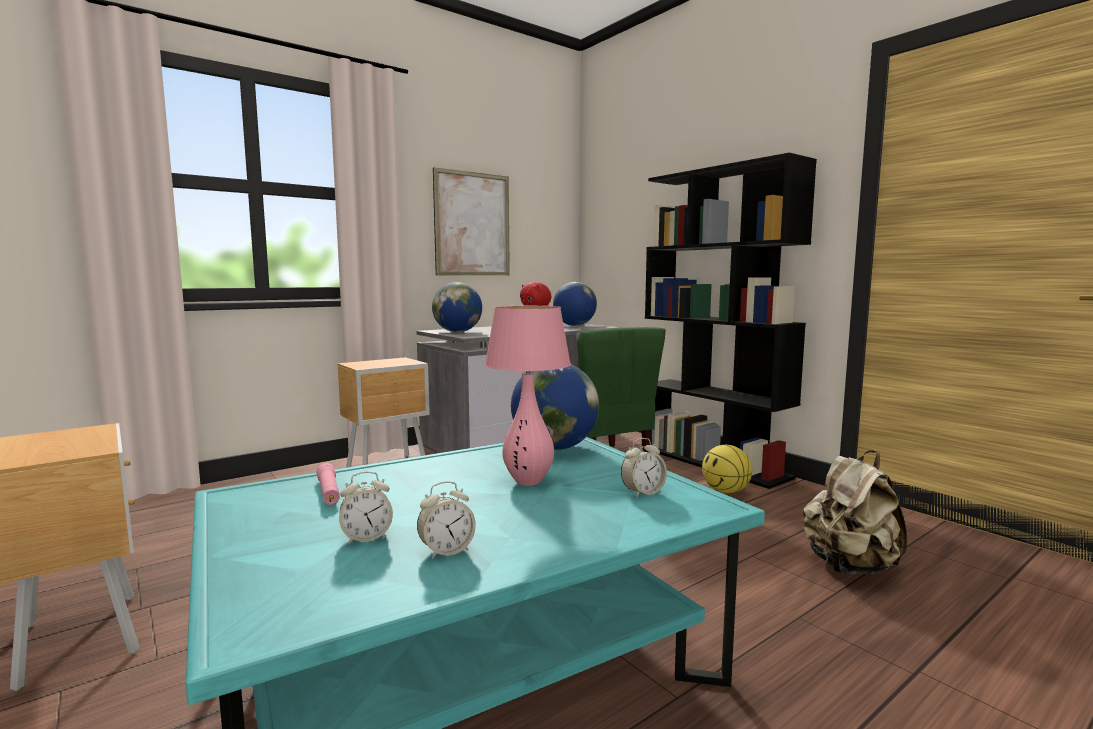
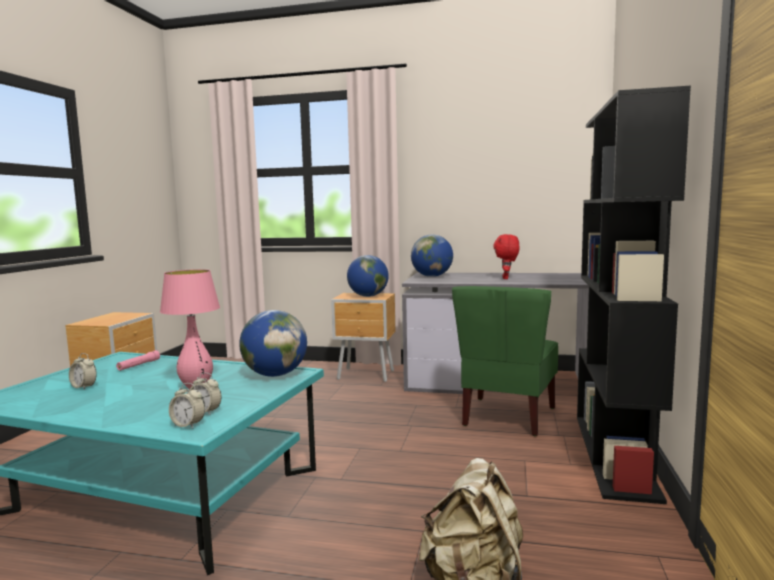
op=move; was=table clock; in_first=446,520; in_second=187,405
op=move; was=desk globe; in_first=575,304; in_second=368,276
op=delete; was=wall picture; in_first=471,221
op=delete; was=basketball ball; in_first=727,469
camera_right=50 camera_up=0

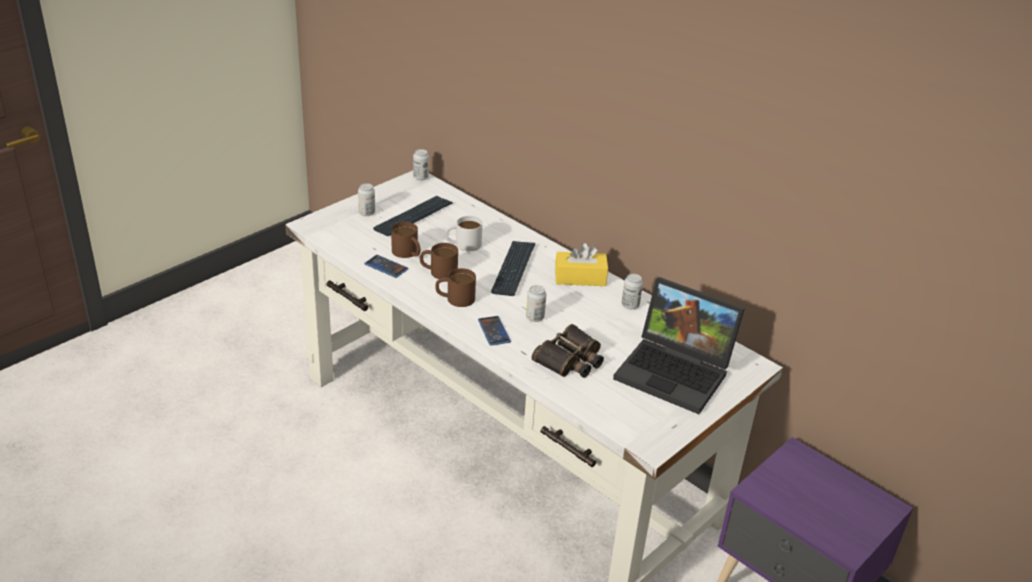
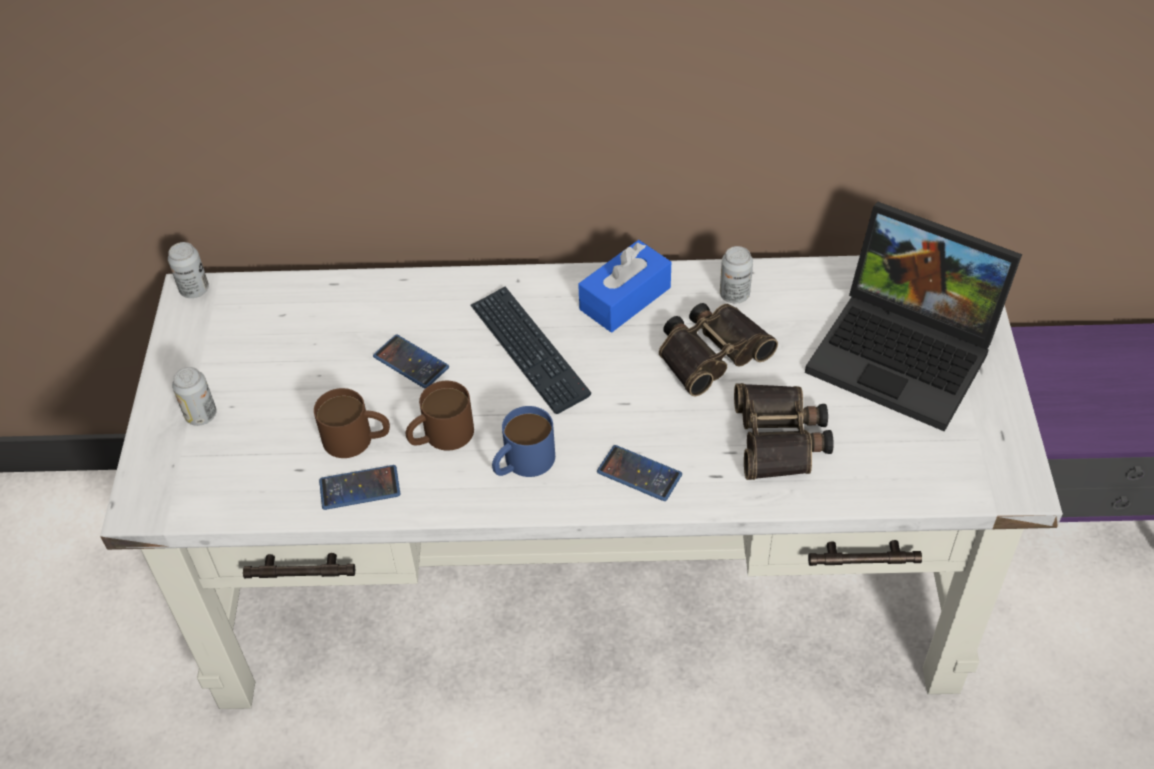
op=replace; was=white-coloured tea mug; now=telephone; in_first=464,233; in_second=411,362
op=recolor; was=brownish tea mug; now=blue tea mug; in_first=455,287; in_second=523,441
op=recolor; was=yellow-coloured tissue holder; now=blue tissue holder; in_first=581,264; in_second=624,286
op=insert; now=pair of binoculars; in_second=718,350
op=rotate; was=portable computer; in_first=679,345; in_second=913,317; clockwise=45
op=delete; was=keyboard; in_first=413,216
op=delete; was=sealed can; in_first=536,303
camera_right=-40 camera_up=15

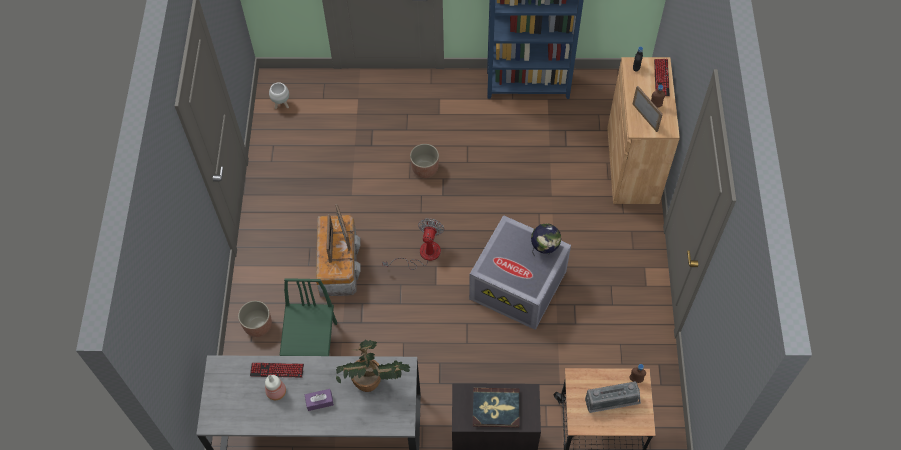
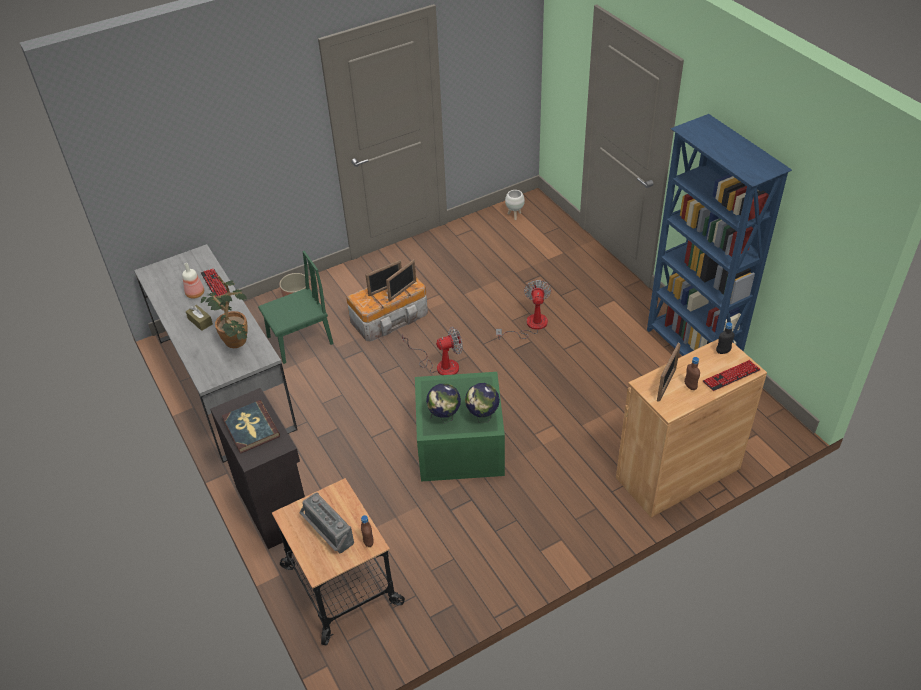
op=recolor; was=purplish tissue holder; now=brownish tissue holder; in_first=319,400; in_second=199,318
op=recolor; was=gray storage bin; now=green storage bin; in_first=520,272; in_second=460,427
op=insert; now=desk globe; in_second=443,404
op=replace; was=flower pot; now=fan; in_first=424,161; in_second=524,310
camera_right=60 camera_up=-15

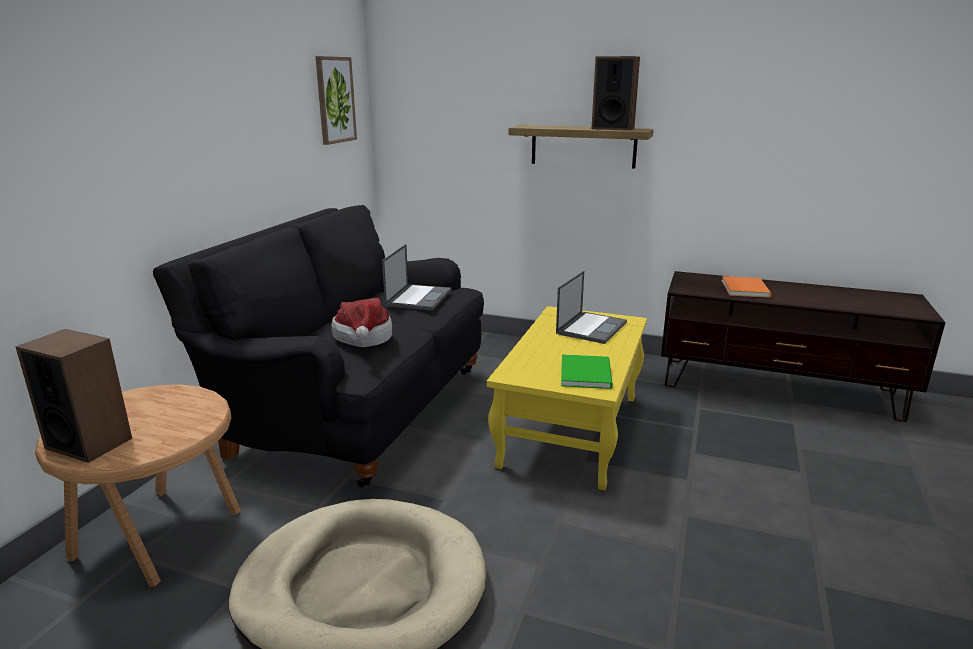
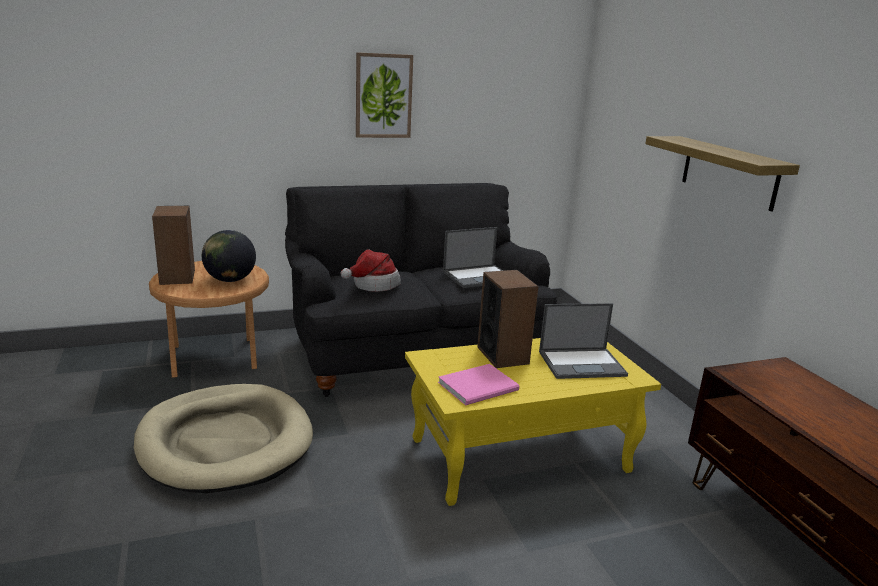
op=insert; now=desk globe; in_second=229,256
op=move; was=wall picture; in_first=336,100; in_second=384,95
op=recolor; was=green volume; now=pink volume; in_first=587,371; in_second=479,384
op=move; was=speaker; in_first=615,93; in_second=508,319
op=delete; was=orangey volume; in_first=747,287
camera_right=50 camera_up=0

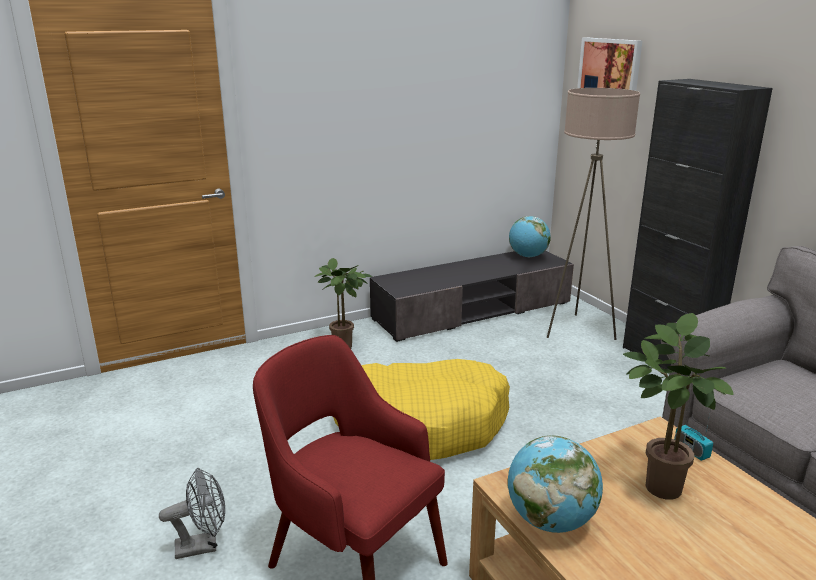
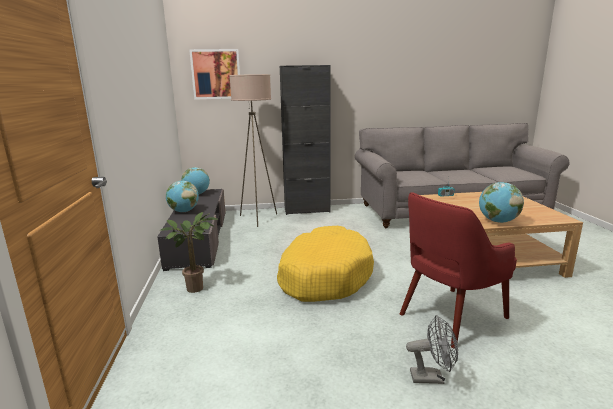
op=insert; now=desk globe; in_second=182,196
op=rotate; was=gray fan; in_first=192,513; in_second=432,349; clockwise=90
op=delete; was=plant in a pot; in_first=678,406
camera_right=-70 camera_up=-5

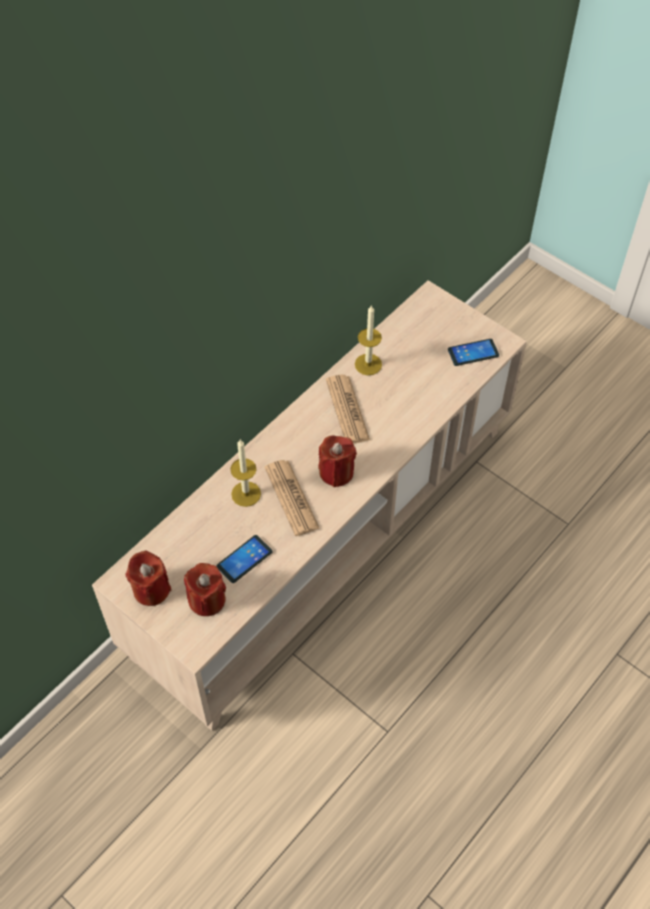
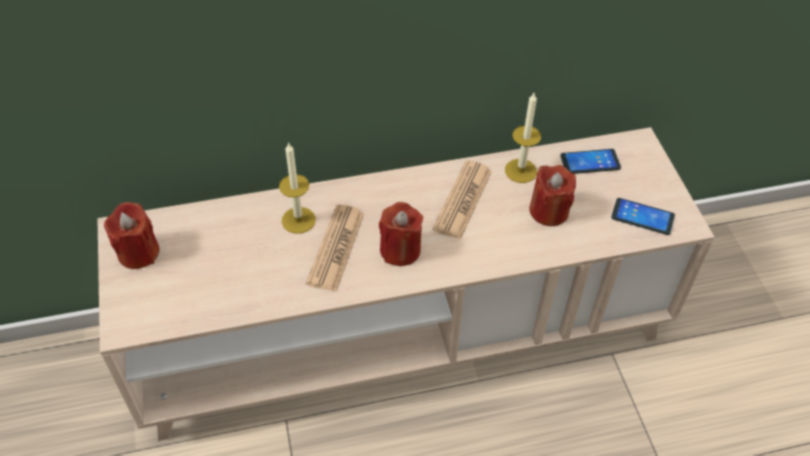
op=move; was=reddish wax light; in_first=205,589; in_second=552,195
op=move; was=telephone; in_first=244,559; in_second=590,161
camera_right=35 camera_up=-5

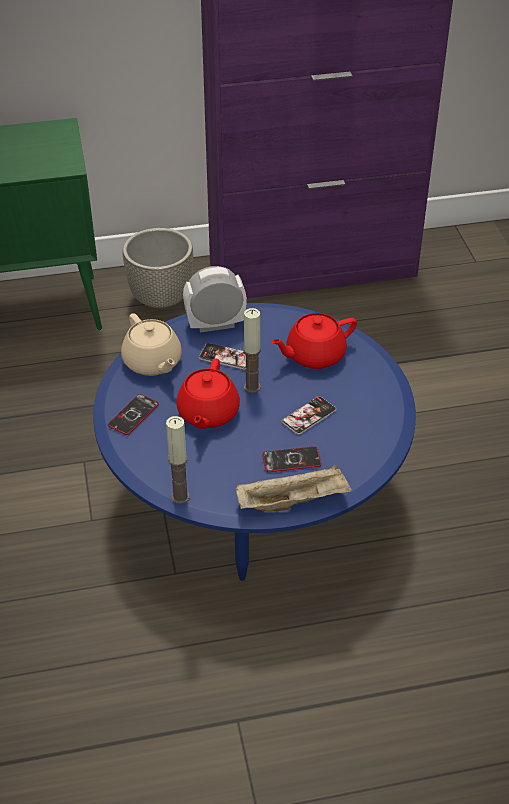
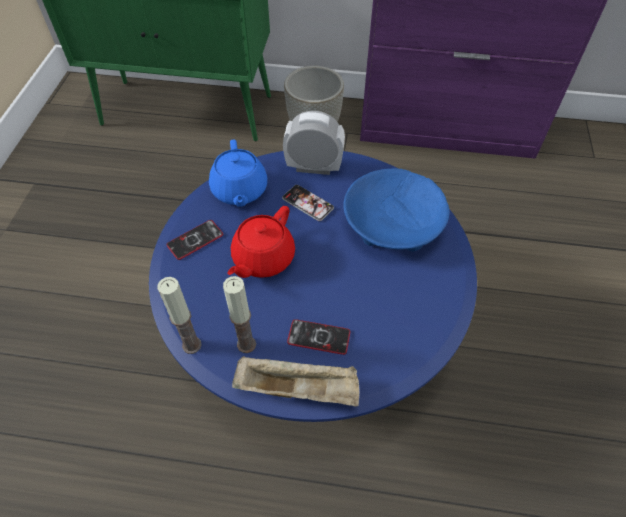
op=recolor; was=beige-coloured pot for tea; now=blue pot for tea; in_first=151,344; in_second=238,173
op=move; was=wax light; in_first=252,350; in_second=239,314
op=replace; was=reddish pot for tea; now=blue bowl; in_first=314,341; in_second=396,210
op=delete; was=telephone; in_first=309,416
camera_right=20 camera_up=10

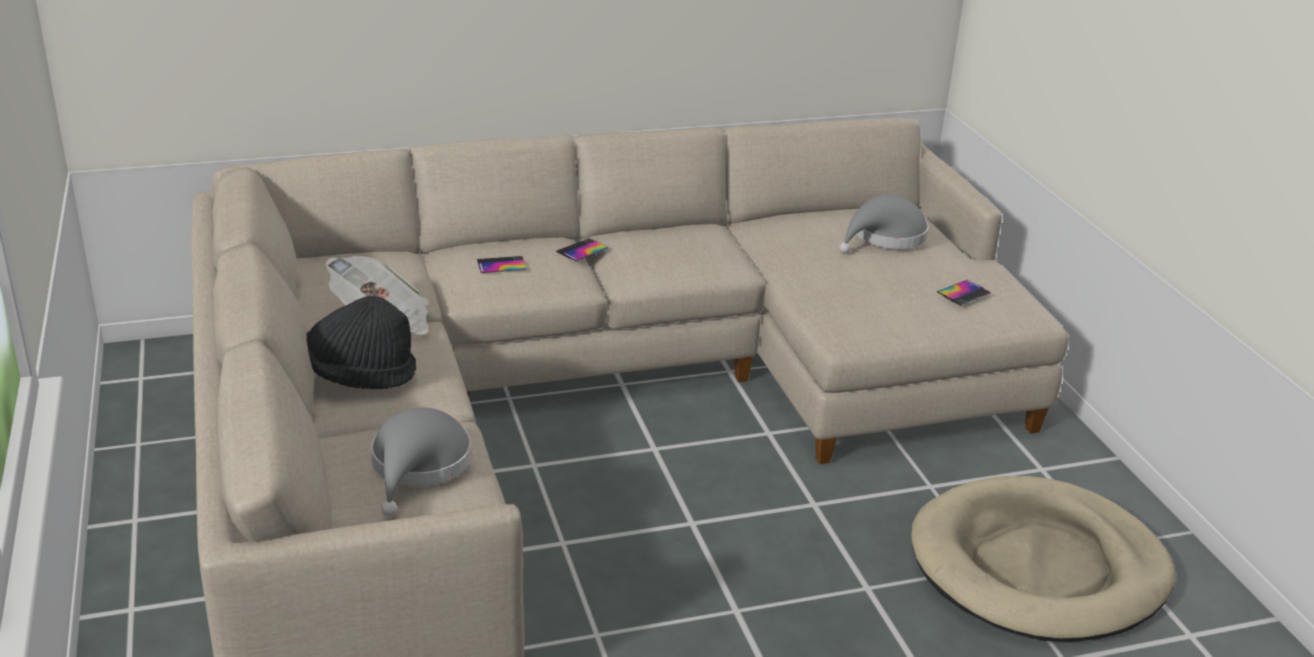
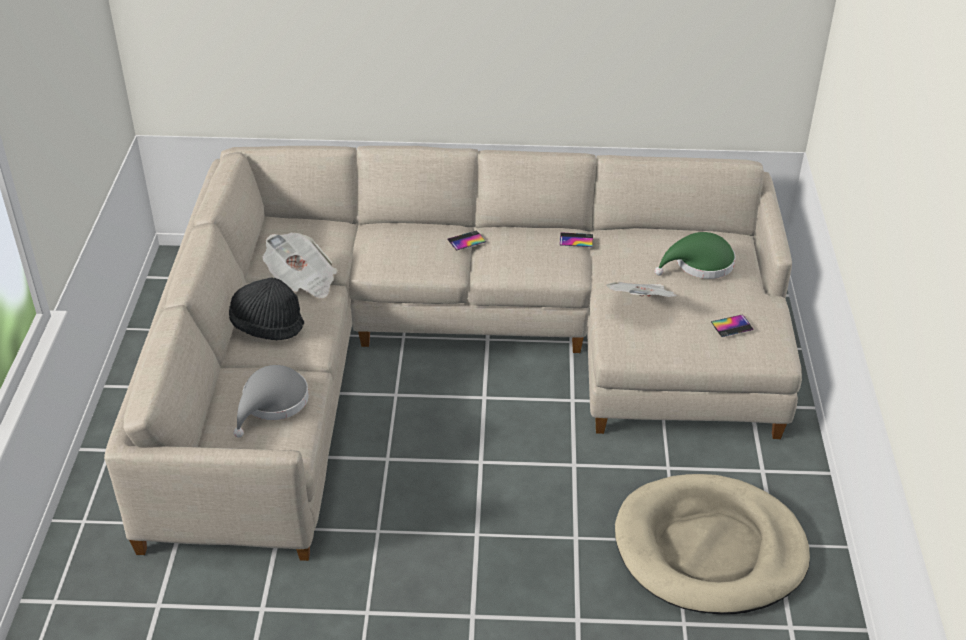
op=move; was=telephone; in_first=502,264; in_second=576,239
op=insert; now=daily paper; in_second=642,289
op=recolor; was=gray hat; now=green hat; in_first=884,224; in_second=695,255
camera_right=20 camera_up=10

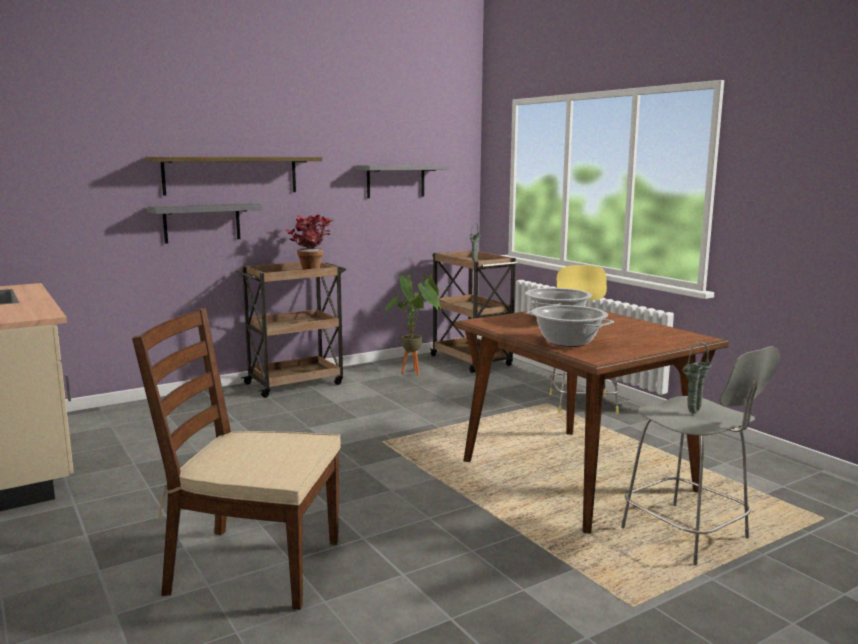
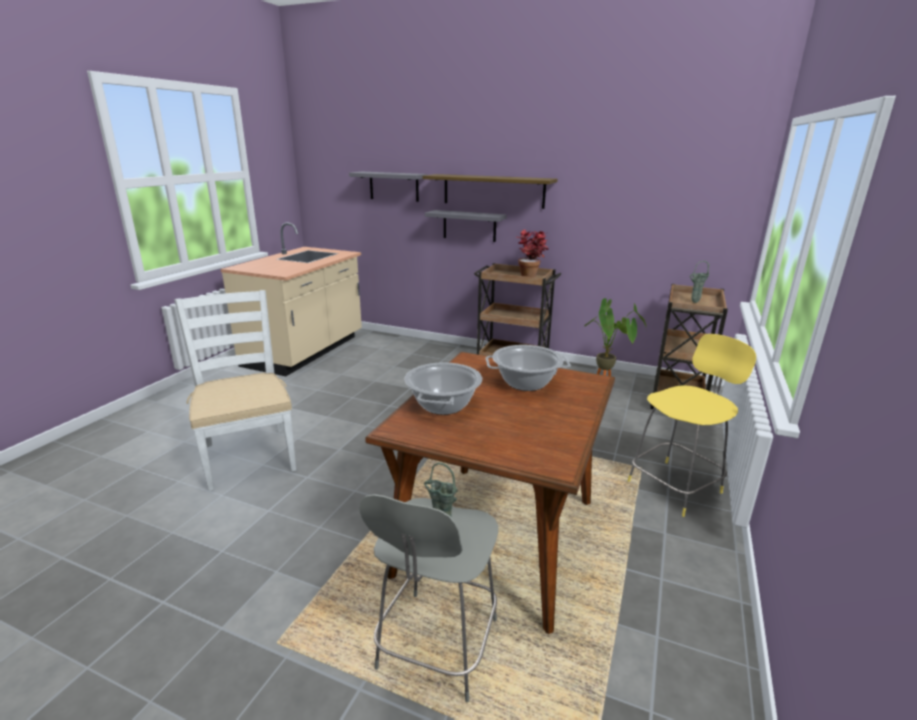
op=recolor; was=brownish upright chair; now=white-coloured upright chair; in_first=236,459; in_second=235,390
op=move; was=gray shelf; in_first=402,181; in_second=388,187
camera_right=55 camera_up=10

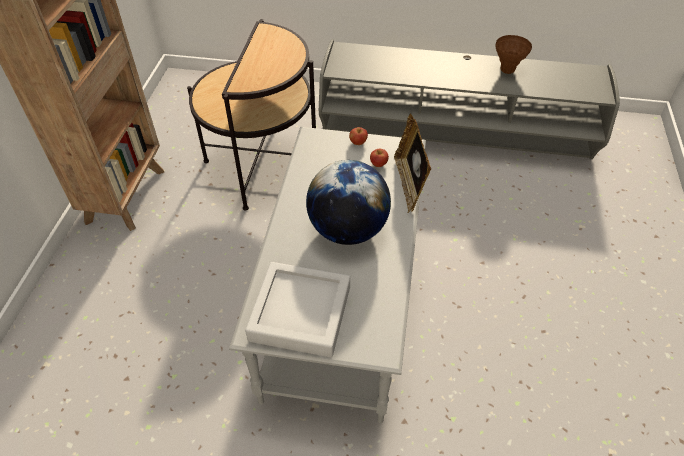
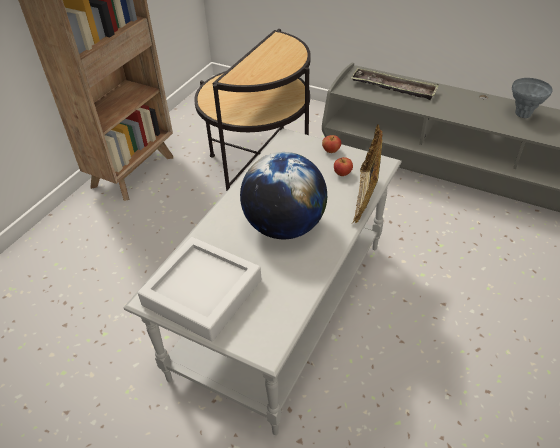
op=insert; now=tray; in_second=395,84
op=recolor; was=brownish vase; now=gray vase; in_first=513,54; in_second=532,98
camera_right=20 camera_up=-5

